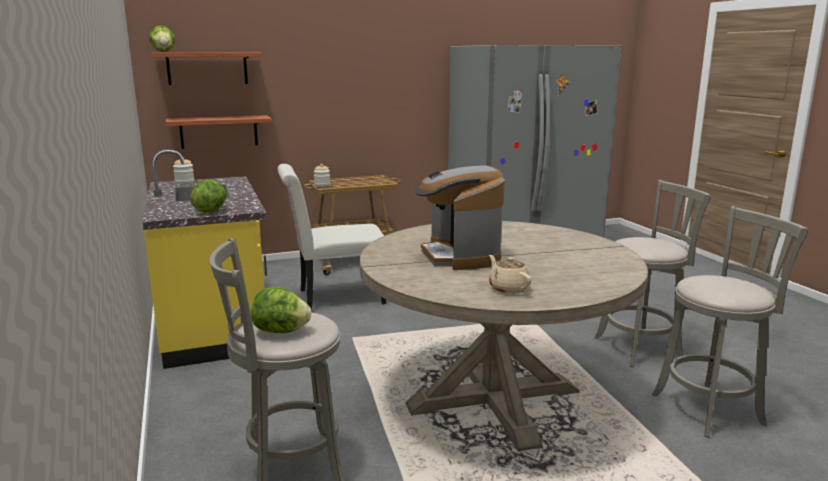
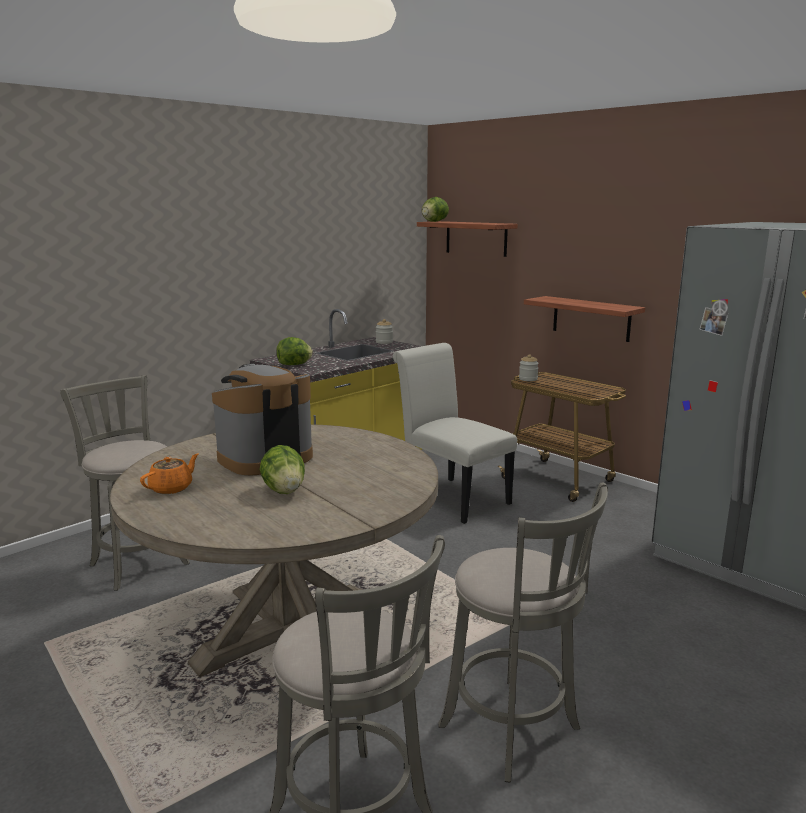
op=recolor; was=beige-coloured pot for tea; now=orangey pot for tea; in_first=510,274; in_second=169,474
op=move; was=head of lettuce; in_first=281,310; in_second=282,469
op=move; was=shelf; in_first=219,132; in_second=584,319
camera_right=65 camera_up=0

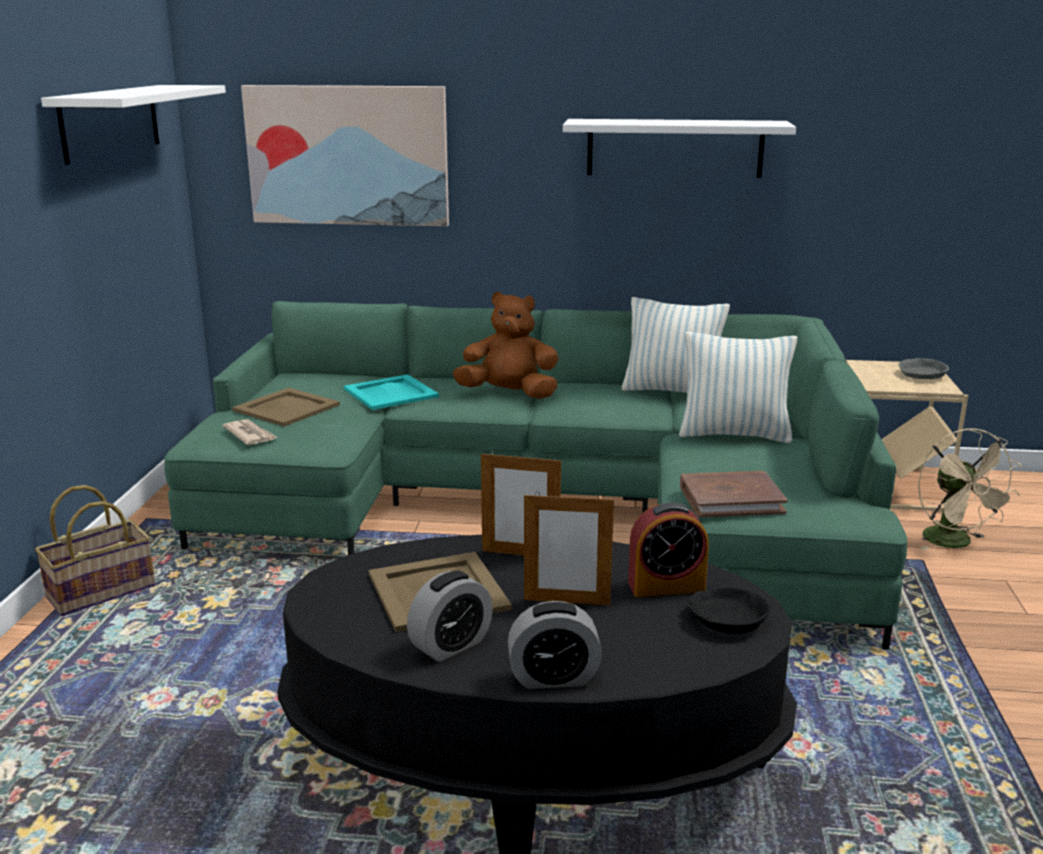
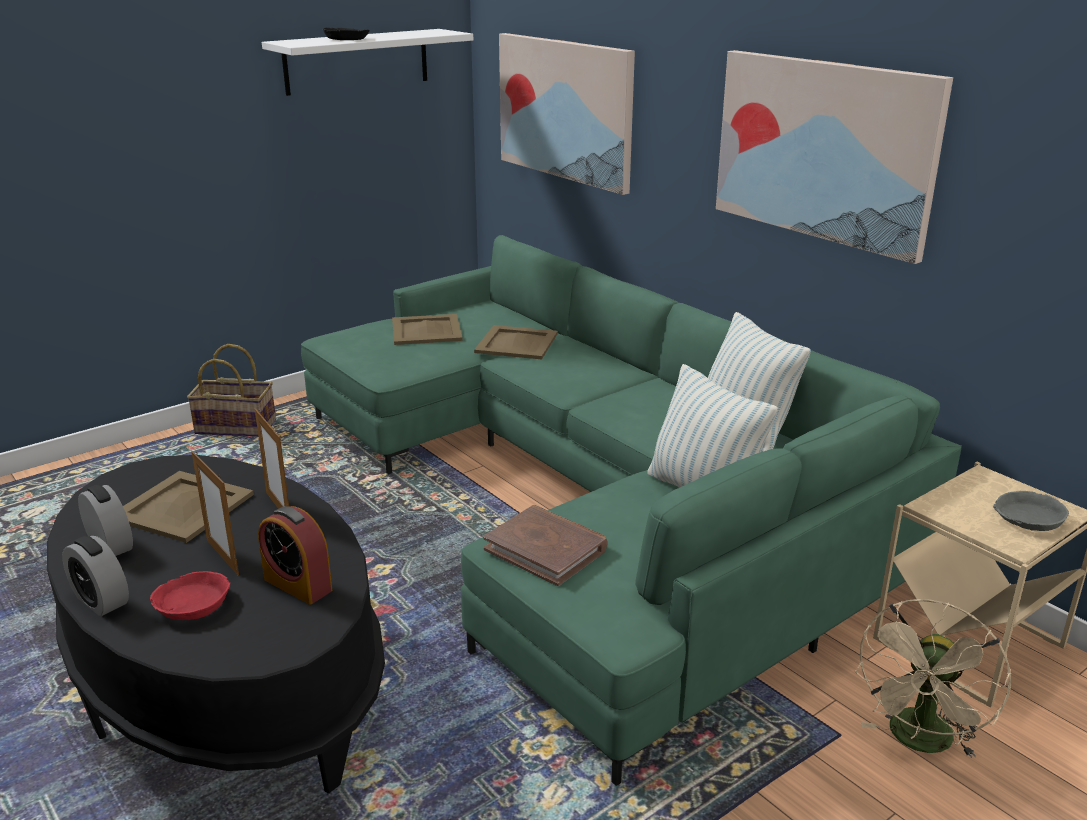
op=rotate; was=table clock; in_first=450,616; in_second=105,520; clockwise=-135
op=insert; now=reddish bowl; in_second=190,595
op=move; was=blackish bowl; in_first=730,610; in_second=346,34
op=recolor; was=turquoise tray; now=beige-coloured tray; in_first=391,392; in_second=516,342
op=replace; was=white-coloured shelf; now=wall picture; in_first=679,148; in_second=834,157
op=delete; was=daily paper; in_first=250,432
op=delete; was=brownish soft toy; in_first=506,345
camera_right=45 camera_up=5

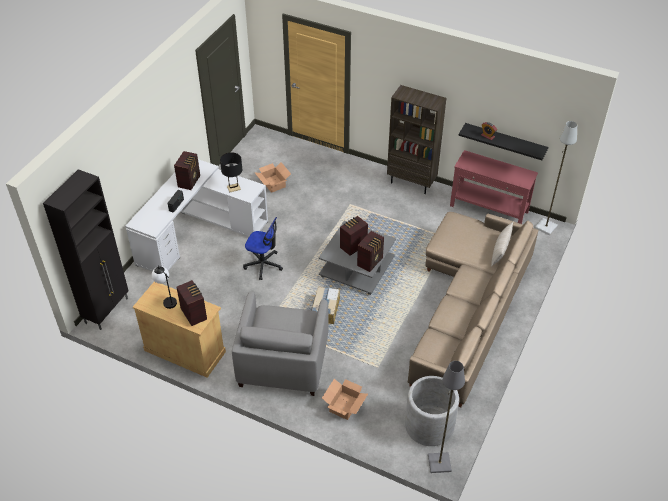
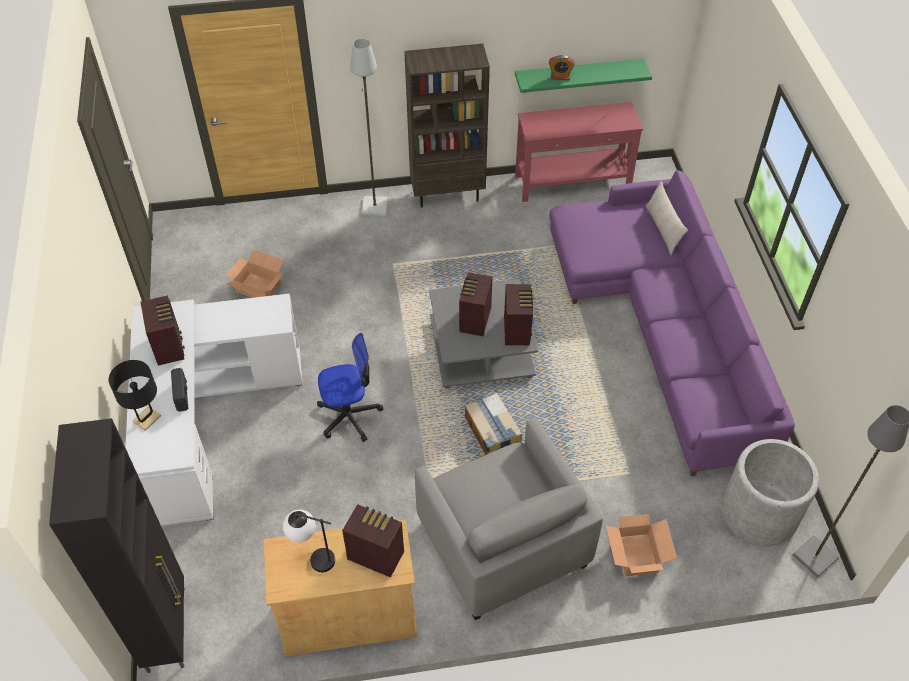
op=move; was=blackish table lamp; in_first=231,172; in_second=135,395
op=move; was=gray floor lamp; in_first=556,178; in_second=369,127
op=recolor; was=blackish shelf; now=green shelf; in_first=503,141; in_second=583,76
op=recolor; was=beige-coloured couch; now=purplish couch; in_first=473,309; in_second=672,323
camera_right=-35 camera_up=5

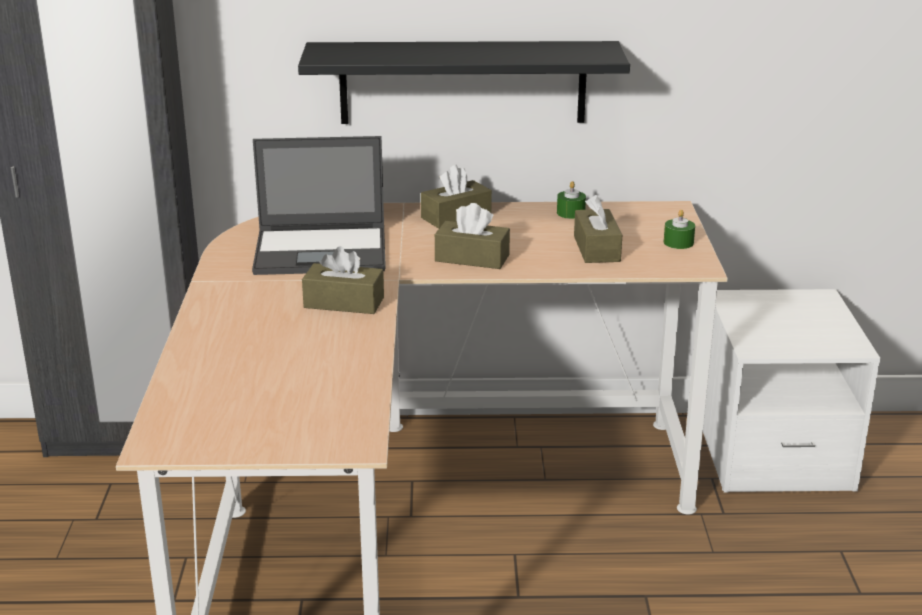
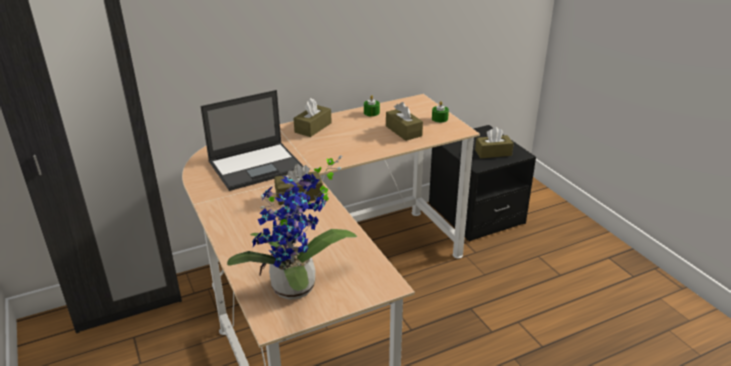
op=insert; now=plant in a pot; in_second=292,227
op=recolor; was=white-coloured night table; now=blackish night table; in_first=792,391; in_second=482,183
op=move; was=brownish tissue holder; in_first=472,236; in_second=494,142
op=delete; was=blackish shelf; in_first=464,82
camera_right=-25 camera_up=5

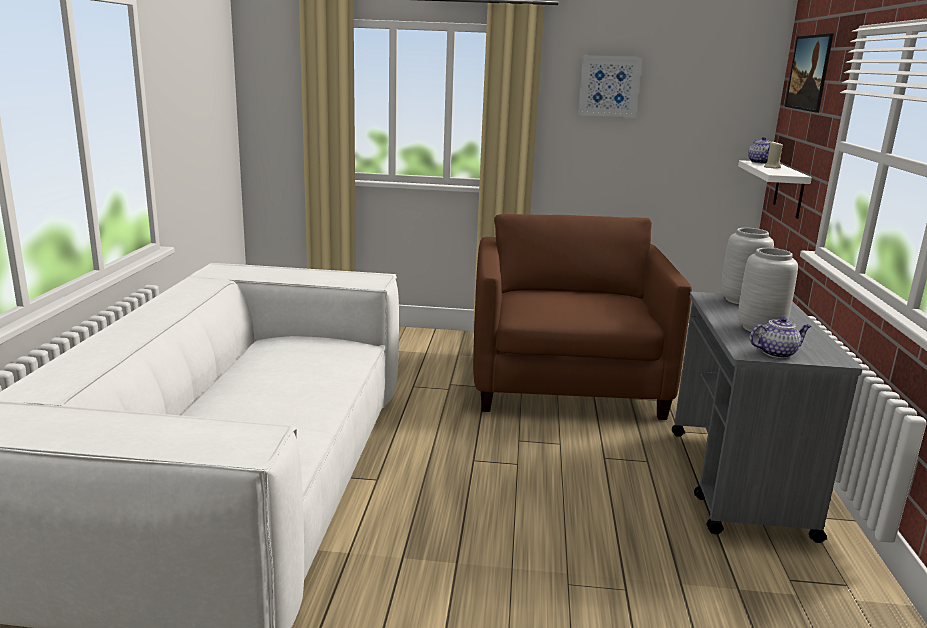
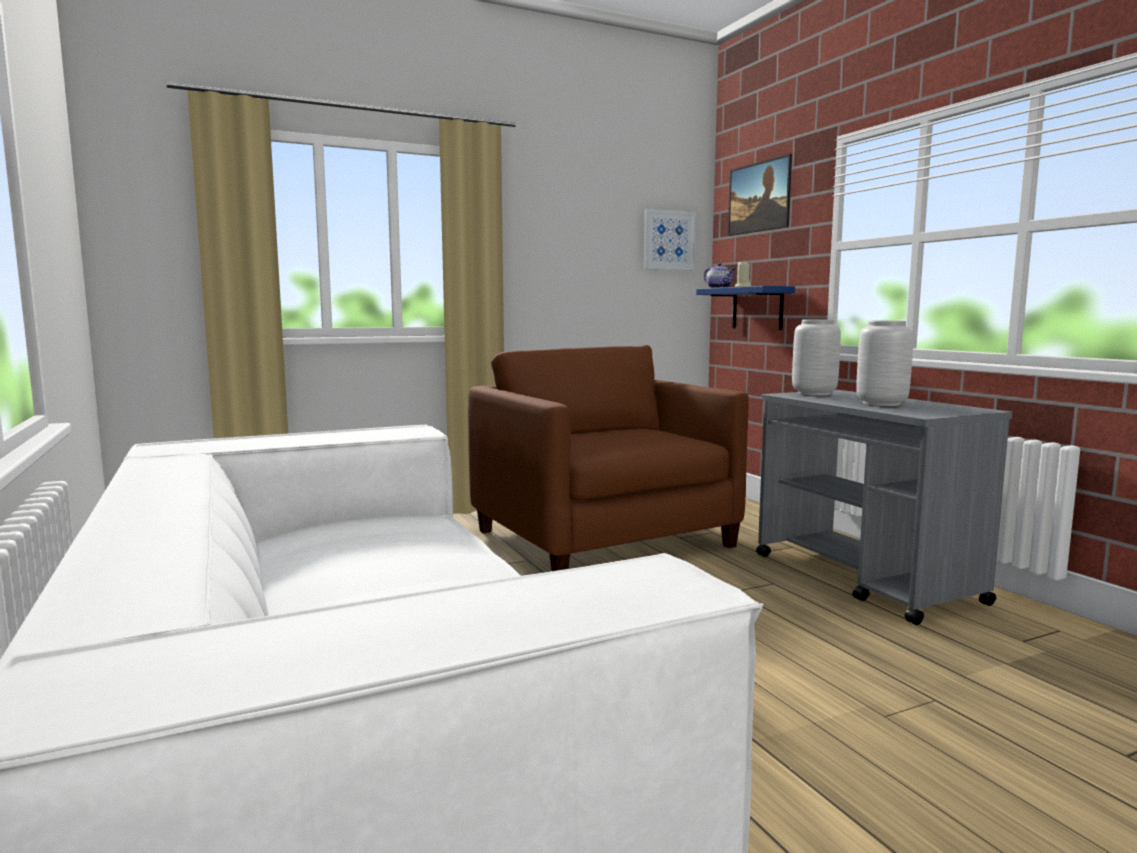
op=move; was=wall picture; in_first=610,86; in_second=669,239
op=recolor; was=white-coloured shelf; now=blue shelf; in_first=775,189; in_second=745,308
op=delete; was=pot for tea; in_first=780,337
camera_right=-30 camera_up=-10

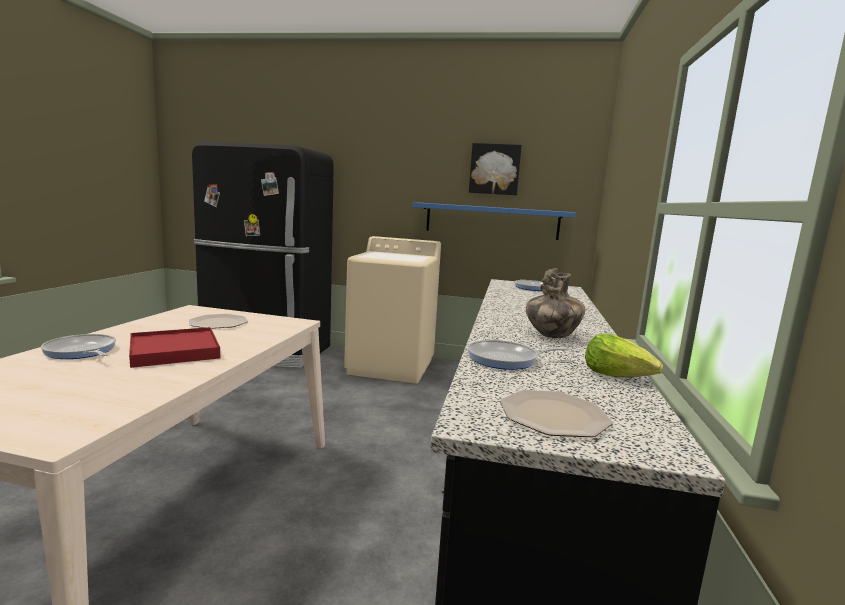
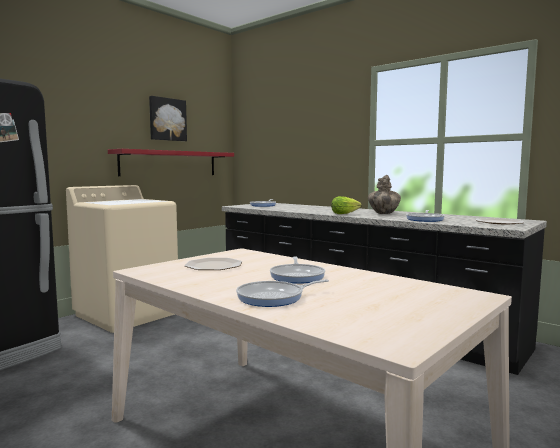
op=recolor; was=blue shelf; now=reddish shelf; in_first=494,221; in_second=171,162
op=replace; was=reddish tray; now=skillet; in_first=174,347; in_second=297,270
op=move; was=head of lettuce; in_first=624,355; in_second=346,205
camera_right=-60 camera_up=-5

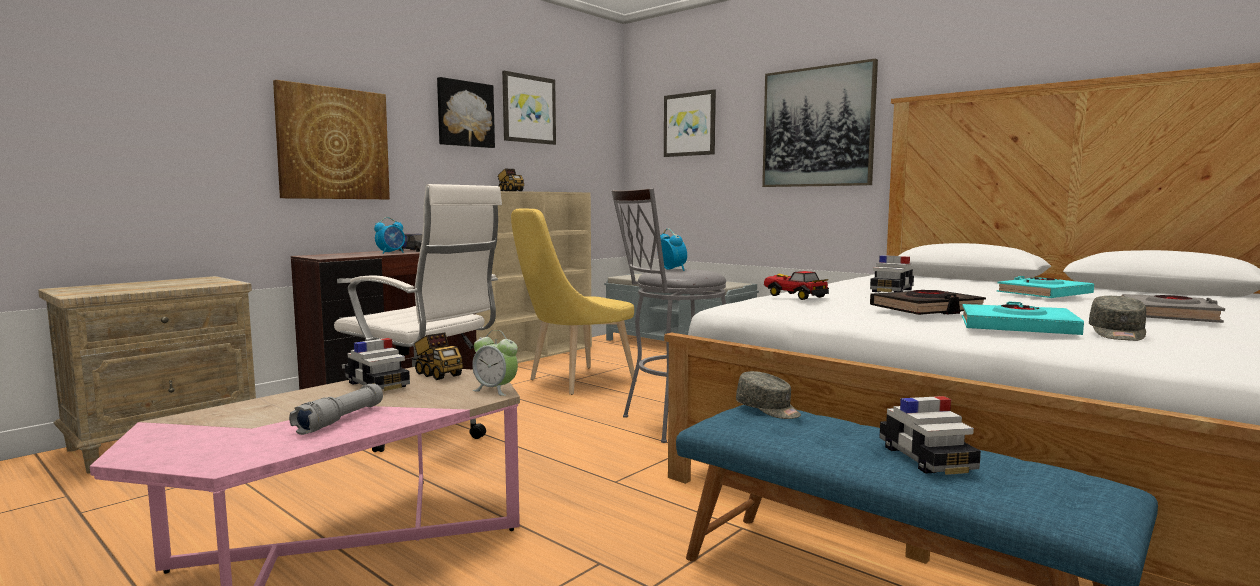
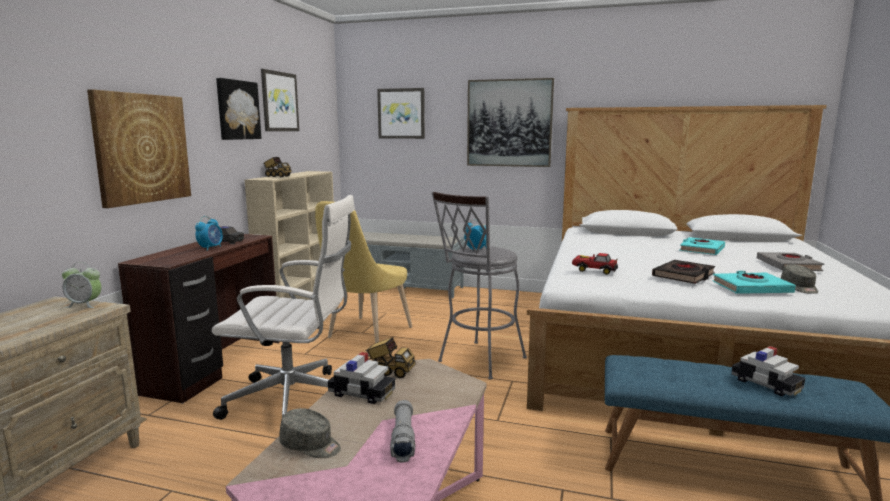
op=move; was=table clock; in_first=495,363; in_second=82,285
op=move; was=gray cap; in_first=768,395; in_second=310,433
op=delete; was=miniature car; in_first=892,273
camera_right=-25 camera_up=5

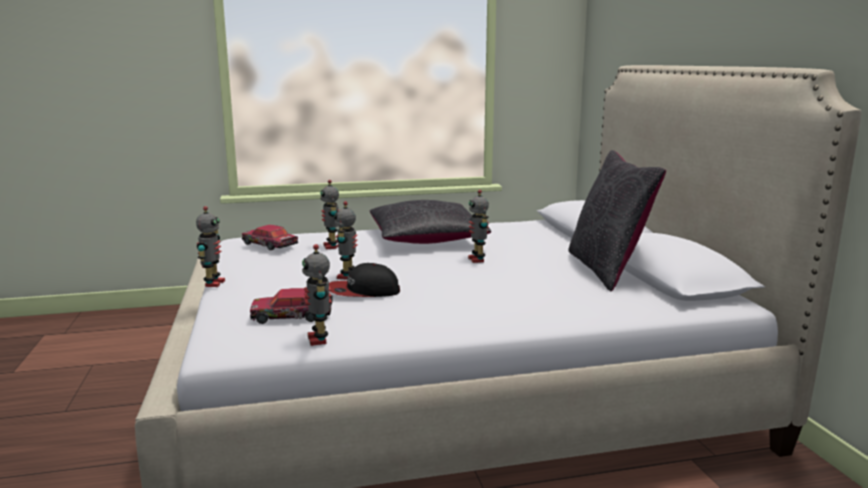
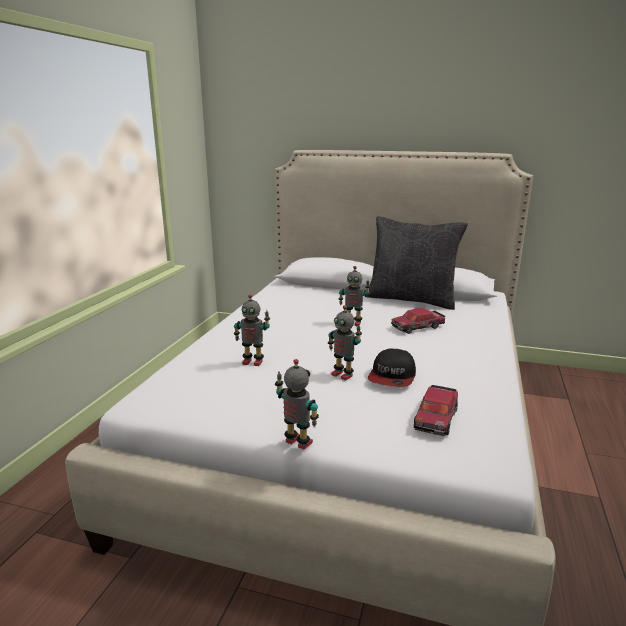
op=move; was=miniature car; in_first=270,237; in_second=418,321
op=delete; was=robot figure; in_first=317,295
op=delete; was=blackish pillow; in_first=430,222
camera_right=-60 camera_up=5

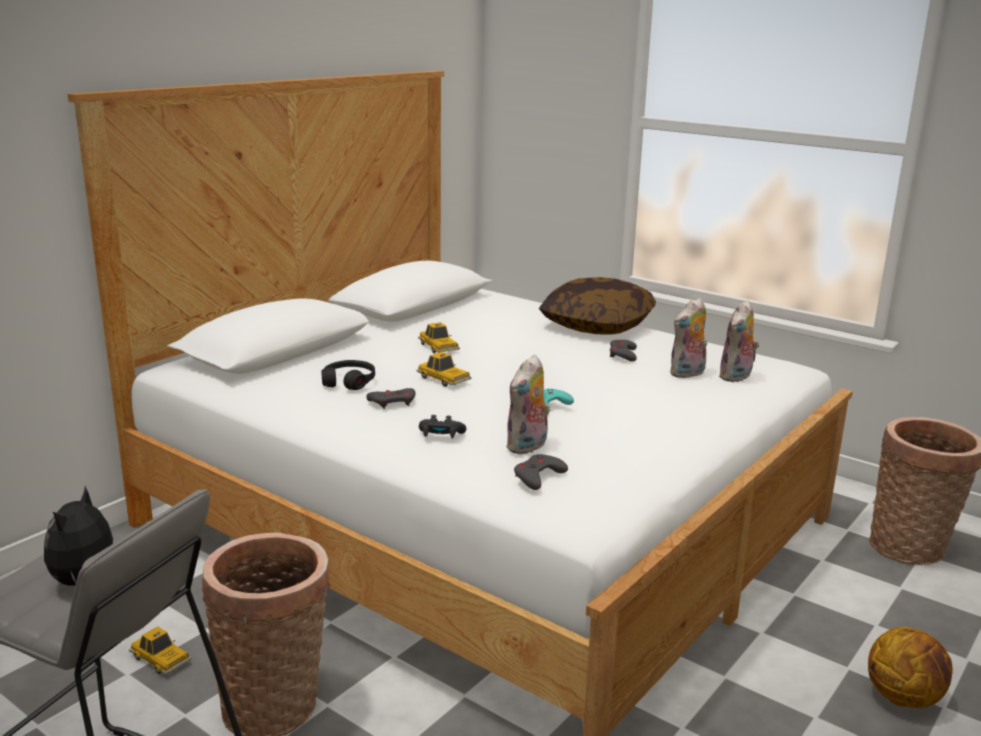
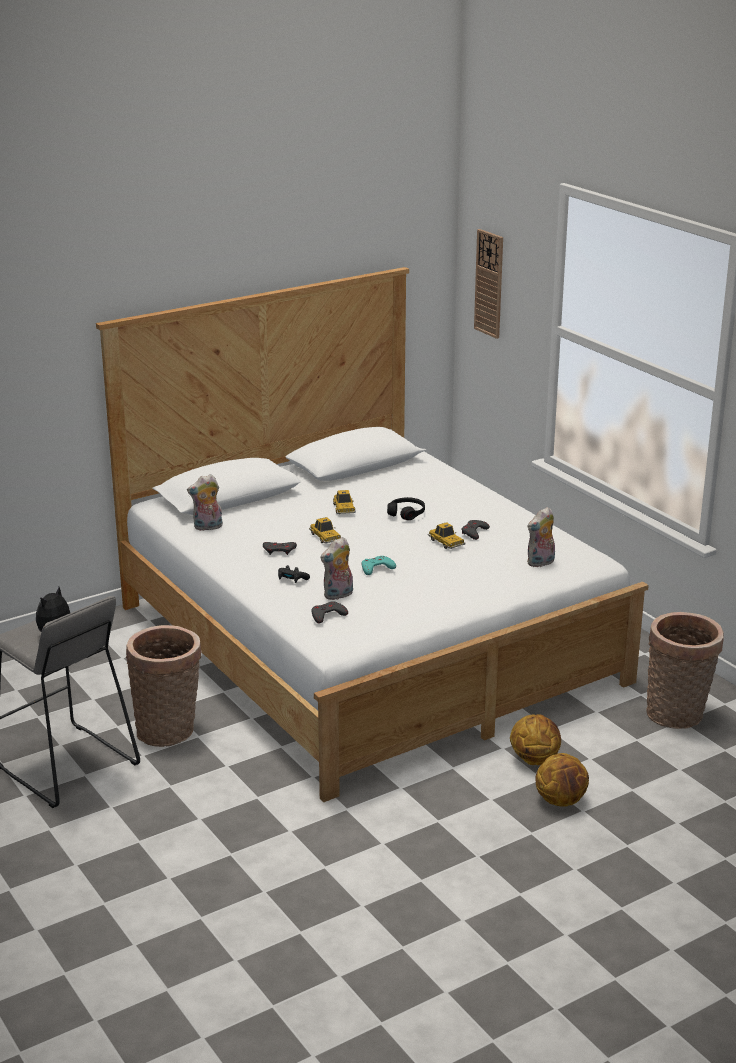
op=move; was=soft toy; in_first=688,338; in_second=205,502
op=move; was=blackish headset; in_first=348,375; in_second=406,508
op=move; was=miniature car; in_first=160,651; in_second=446,535
op=insert; now=wall clock; in_second=488,284
op=insert; now=basketball ball; in_second=535,739
op=delete; was=pillow; in_first=597,306
camera_right=20 camera_up=5

